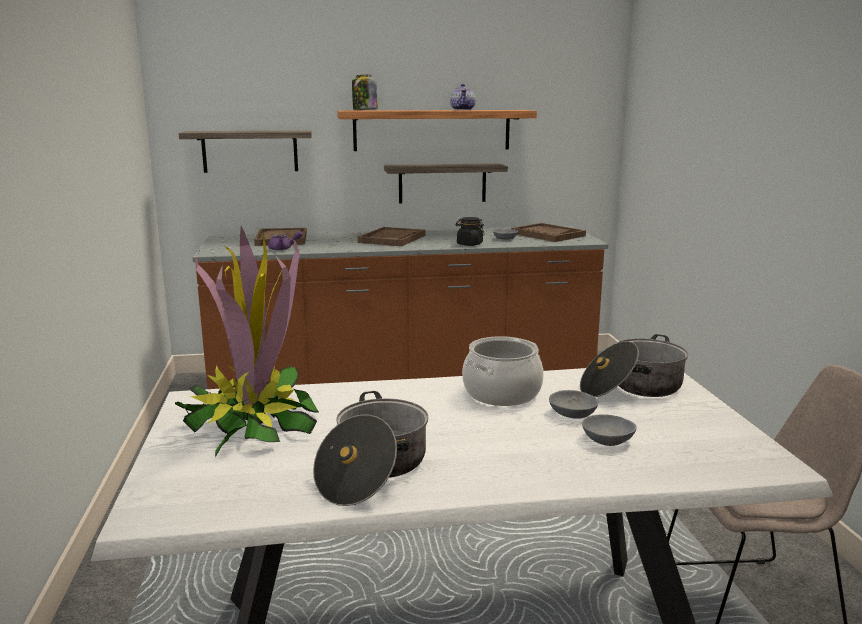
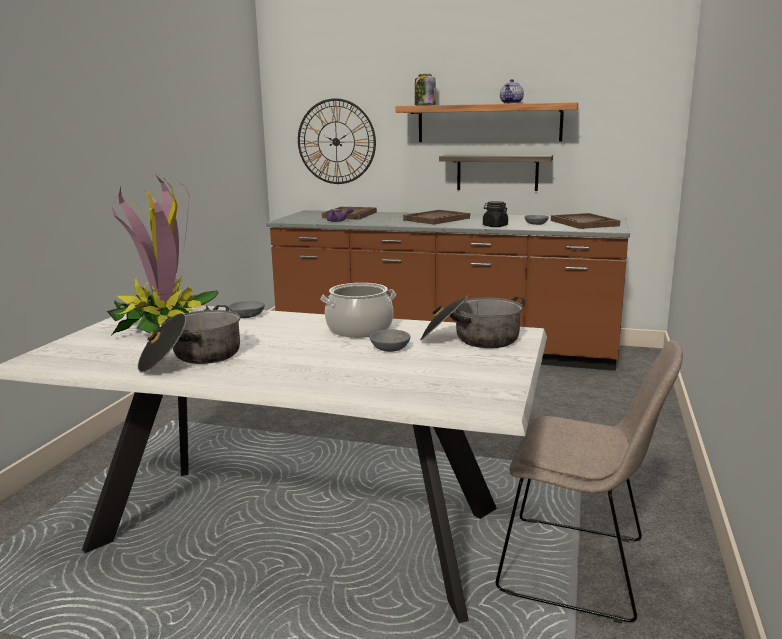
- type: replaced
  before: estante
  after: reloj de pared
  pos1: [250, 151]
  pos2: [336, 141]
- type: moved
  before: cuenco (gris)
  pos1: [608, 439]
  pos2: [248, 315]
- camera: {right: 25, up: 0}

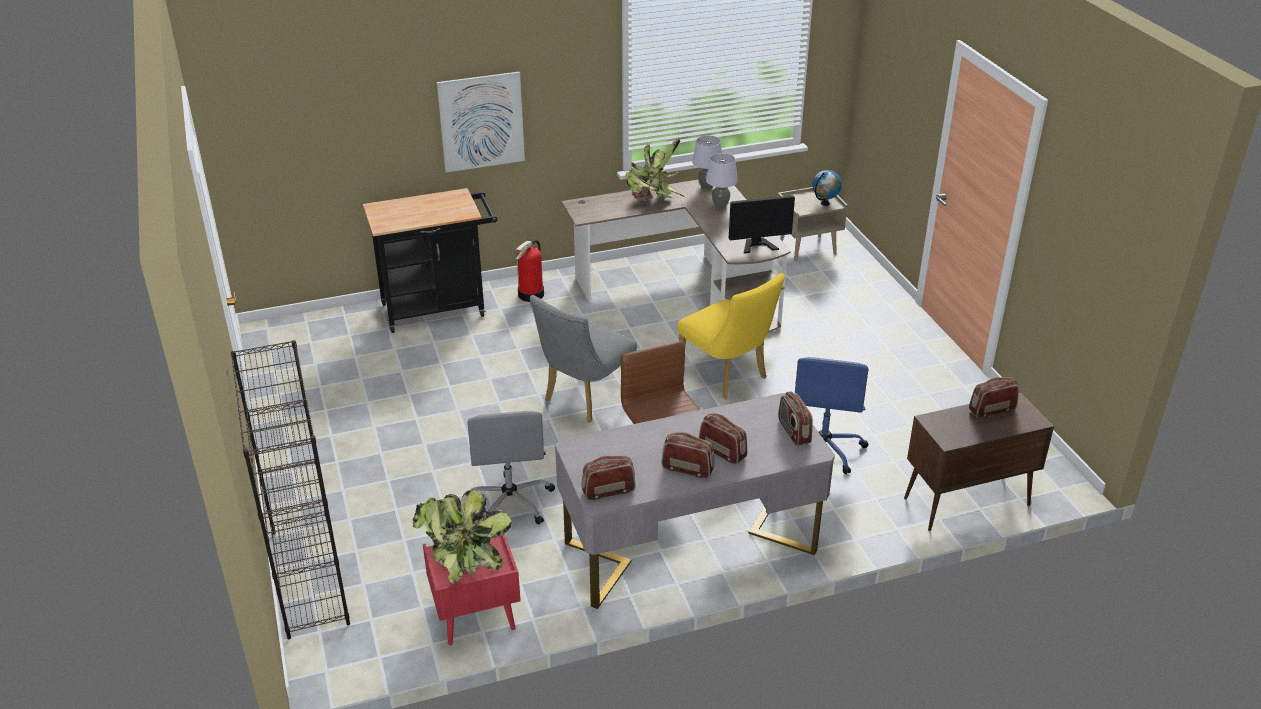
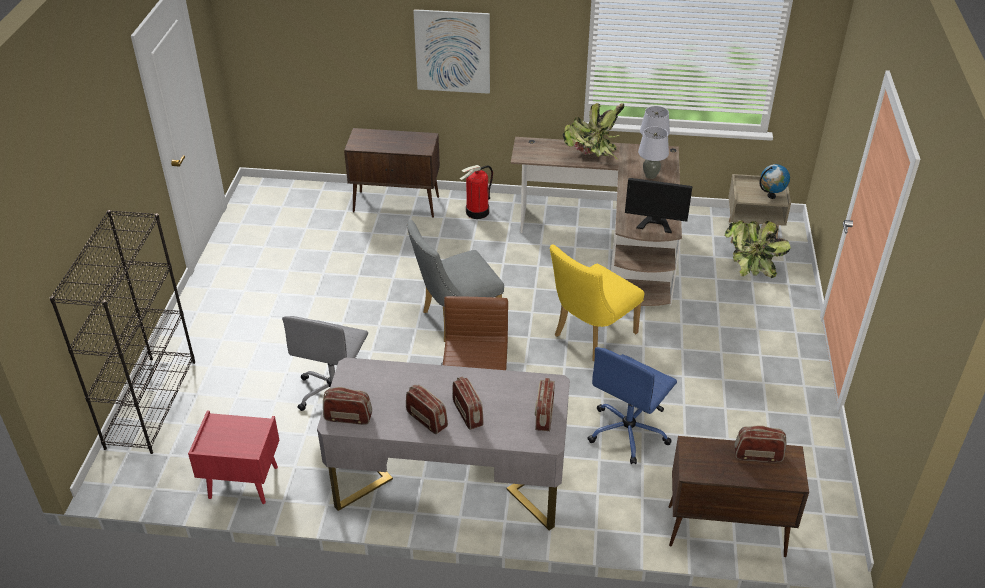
- type: replaced
  before: carrito (negro)
  after: armario (marrón)
  pos1: [440, 308]
  pos2: [397, 204]
- type: moved
  before: planta en maceta
  pos1: [462, 560]
  pos2: [749, 266]
- type: turned
  before: silla (amarillo)
  pos1: [727, 377]
  pos2: [590, 337]
  turn: 60
- camera: {right: 25, up: 5}

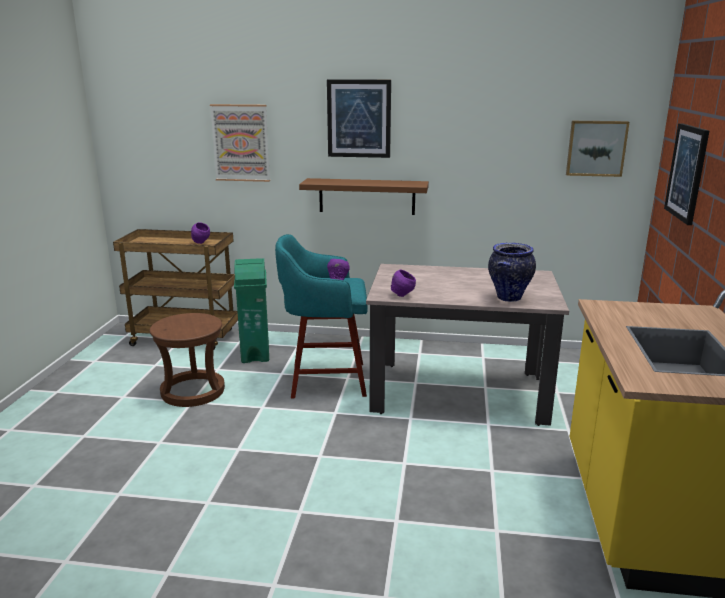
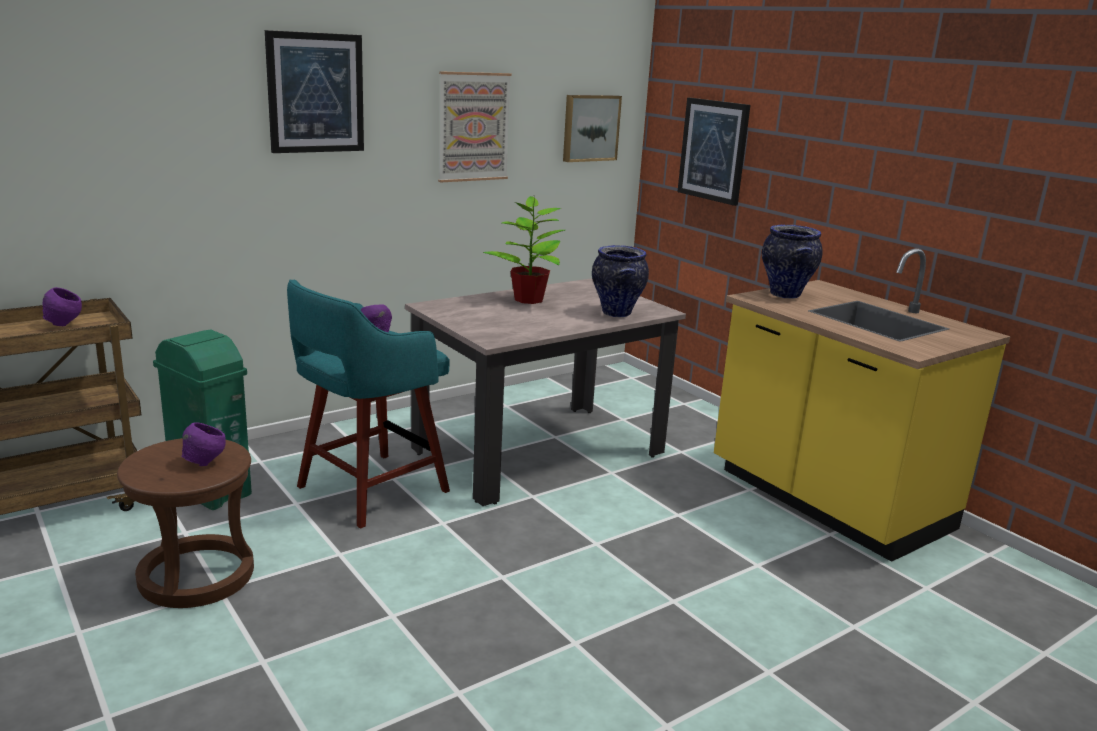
- type: moved
  before: cuadro
  pos1: [241, 143]
  pos2: [473, 127]
- type: removed
  before: estante (marrón)
  pos1: [366, 196]
- type: moved
  before: cuenco (morado)
  pos1: [402, 295]
  pos2: [204, 463]
- type: added
  after: planta en maceta
  pos2: [528, 300]
- type: added
  after: florero
  pos2: [785, 295]
- camera: {right: -45, up: 0}

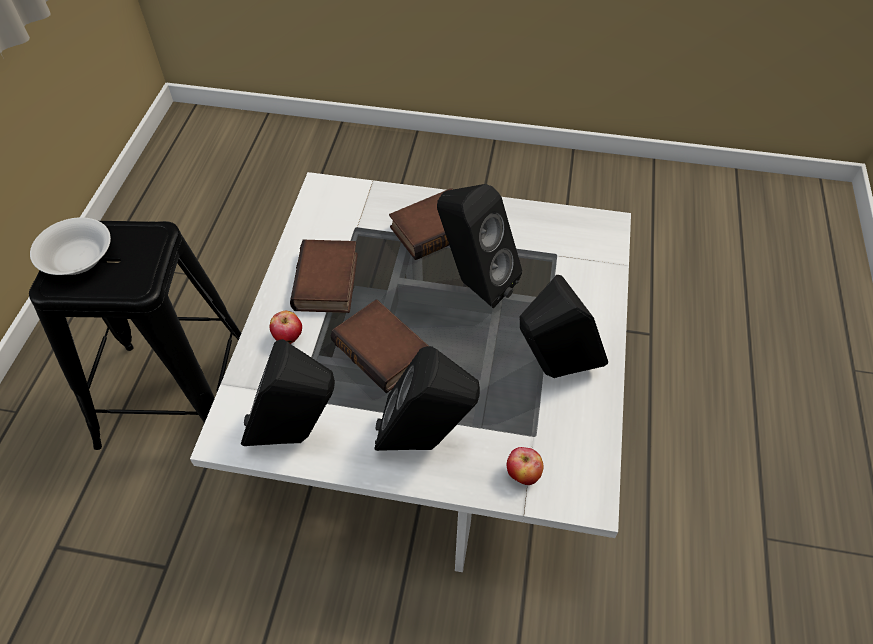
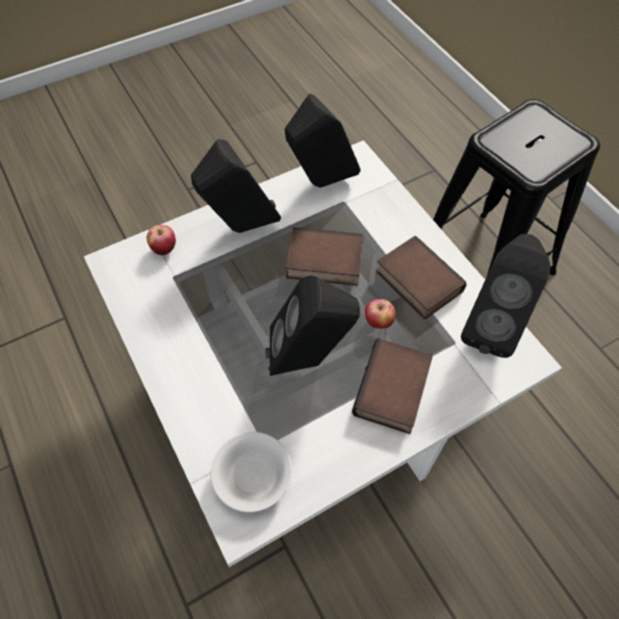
- type: moved
  before: cuenco (blanco)
  pos1: [77, 260]
  pos2: [253, 476]
- type: moved
  before: manzana
  pos1: [289, 338]
  pos2: [378, 323]
- type: moved
  before: altavoz (negro)
  pos1: [553, 371]
  pos2: [491, 325]
- camera: {right: 140, up: 5}

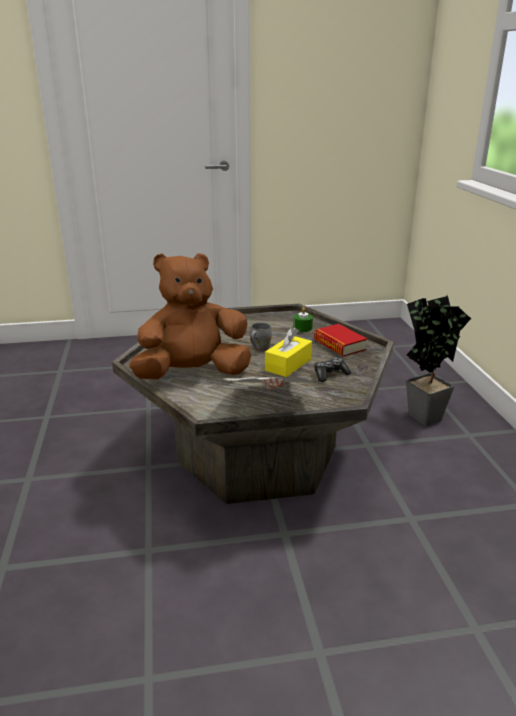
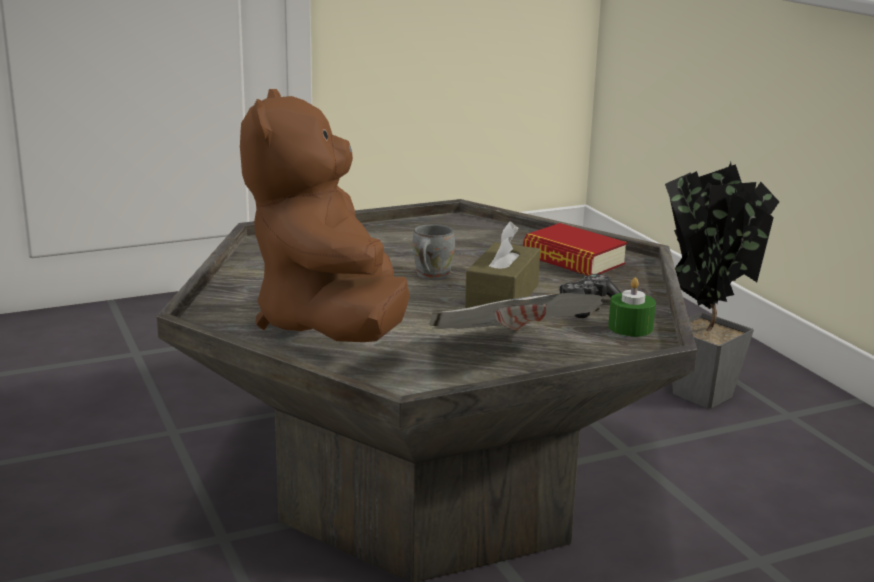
- type: turned
  before: peluche (marrón)
  pos1: [193, 374]
  pos2: [330, 326]
  turn: -60
- type: recoloured
  before: caja de pañuelos (amarillo)
  after: caja de pañuelos (marrón)
  pos1: [288, 365]
  pos2: [502, 297]
- type: moved
  before: vela (verde)
  pos1: [302, 328]
  pos2: [630, 327]
- camera: {right: -15, up: -5}

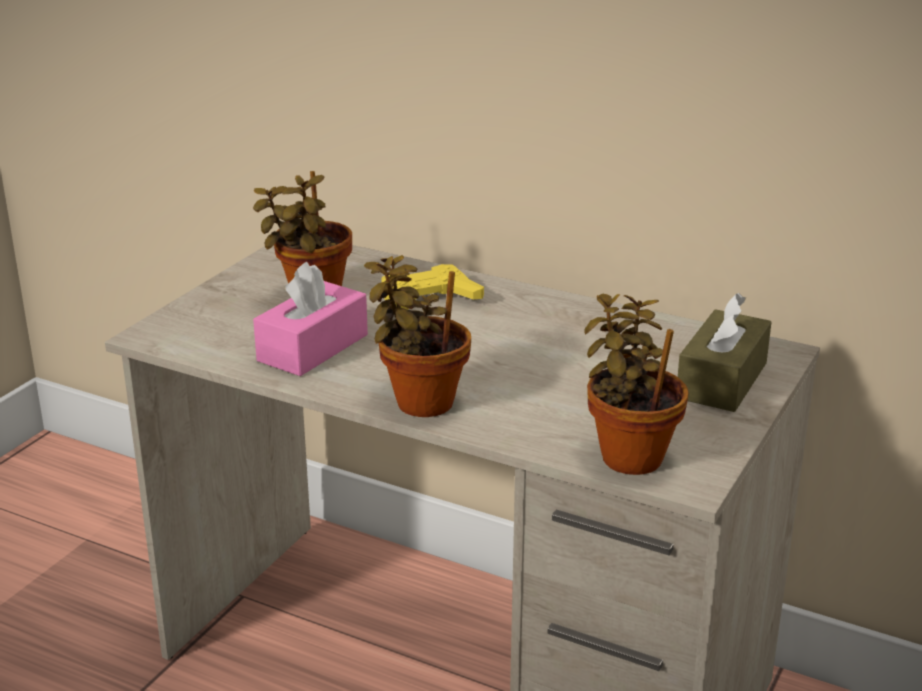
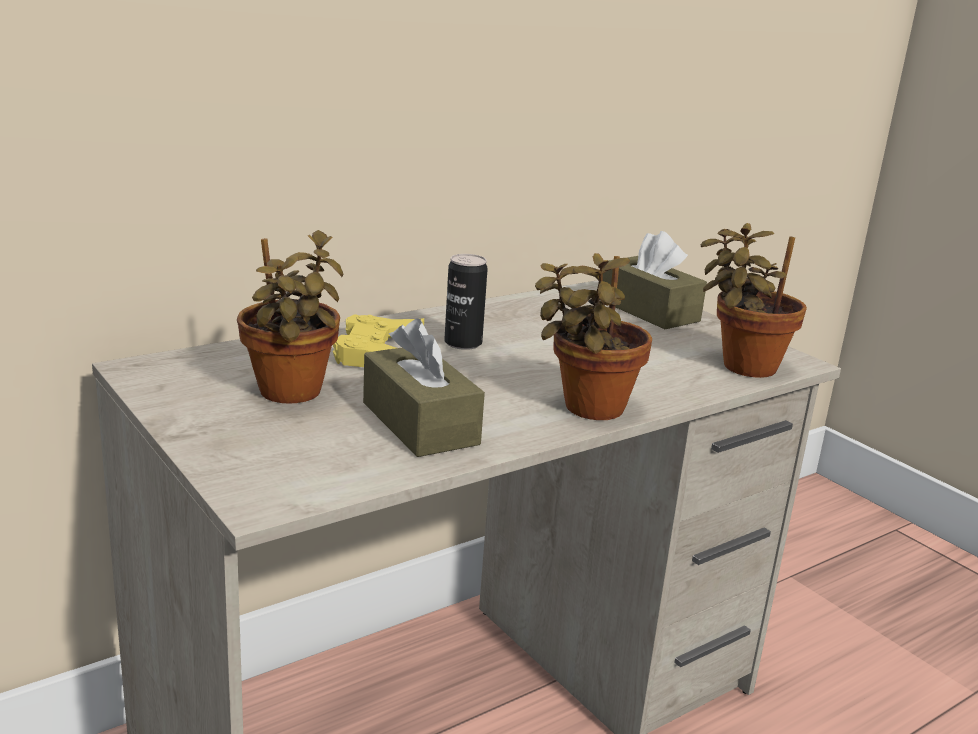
- type: recoloured
  before: caja de pañuelos (rosa)
  after: caja de pañuelos (marrón)
  pos1: [313, 348]
  pos2: [420, 423]
- type: added
  after: lata
  pos2: [463, 343]
- camera: {right: -65, up: -5}

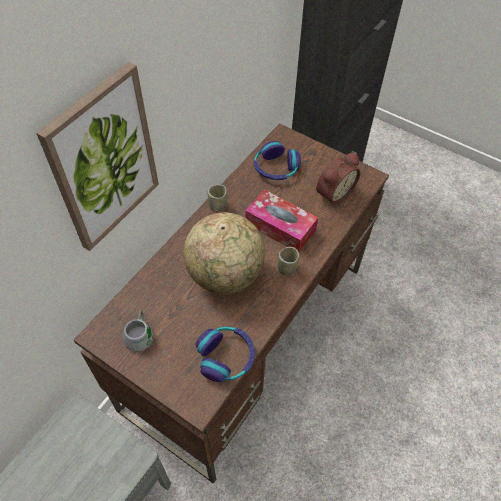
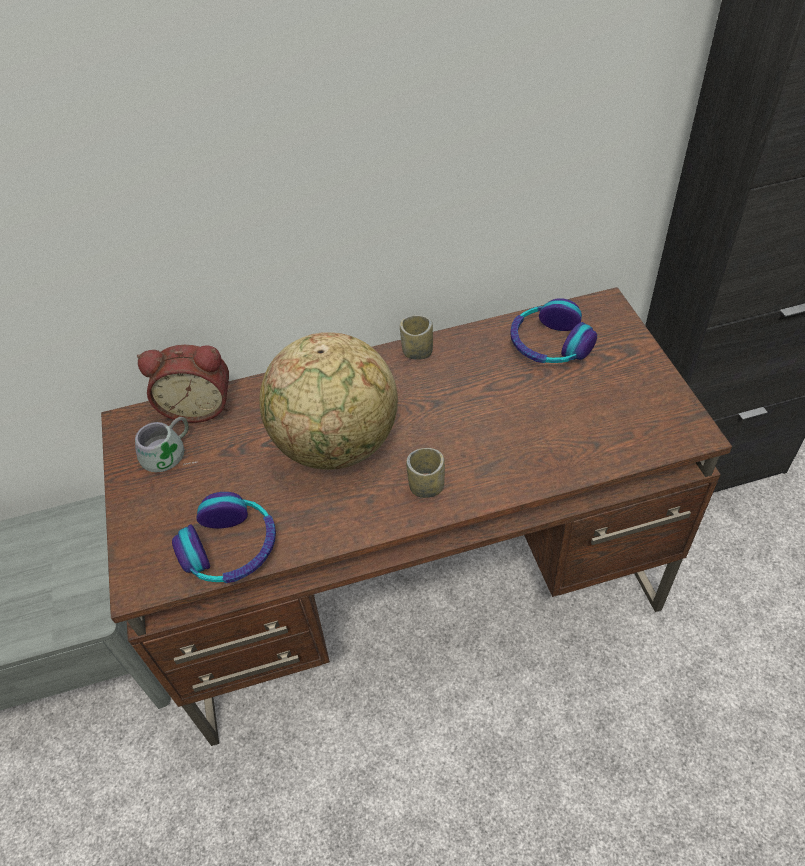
- type: removed
  before: cuadro
  pos1: [103, 160]
- type: removed
  before: caja de pañuelos
  pos1: [280, 227]
- type: moved
  before: despertador
  pos1: [333, 193]
  pos2: [199, 406]
- camera: {right: 45, up: -5}

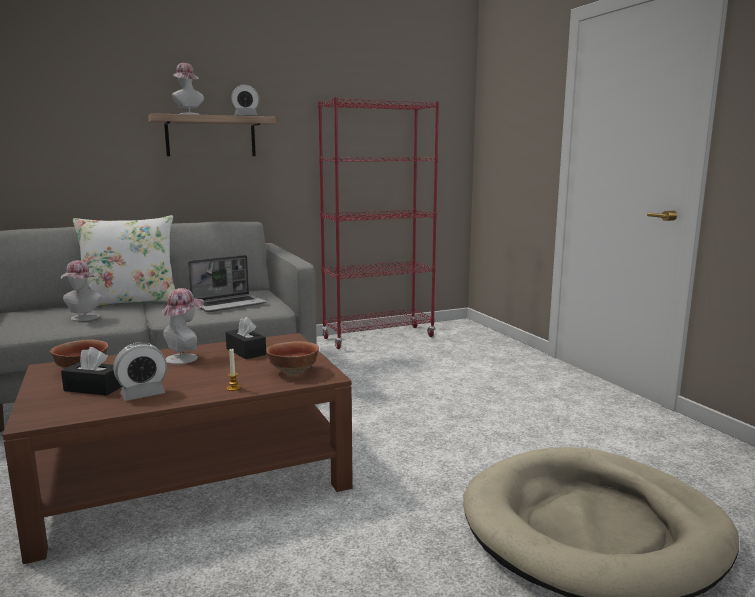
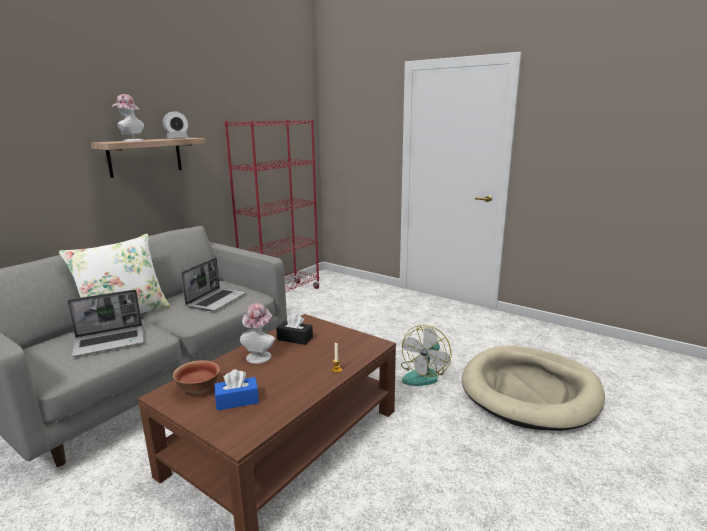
- type: replaced
  before: sombrero
  after: portátil
  pos1: [83, 318]
  pos2: [111, 341]
- type: recoloured
  before: caja de pañuelos (negro)
  after: caja de pañuelos (azul)
  pos1: [94, 388]
  pos2: [237, 400]
- type: removed
  before: despertador
  pos1: [143, 394]
- type: removed
  before: cuenco
  pos1: [292, 372]
- type: added
  after: ventilador
  pos2: [424, 375]
- camera: {right: -30, up: 5}

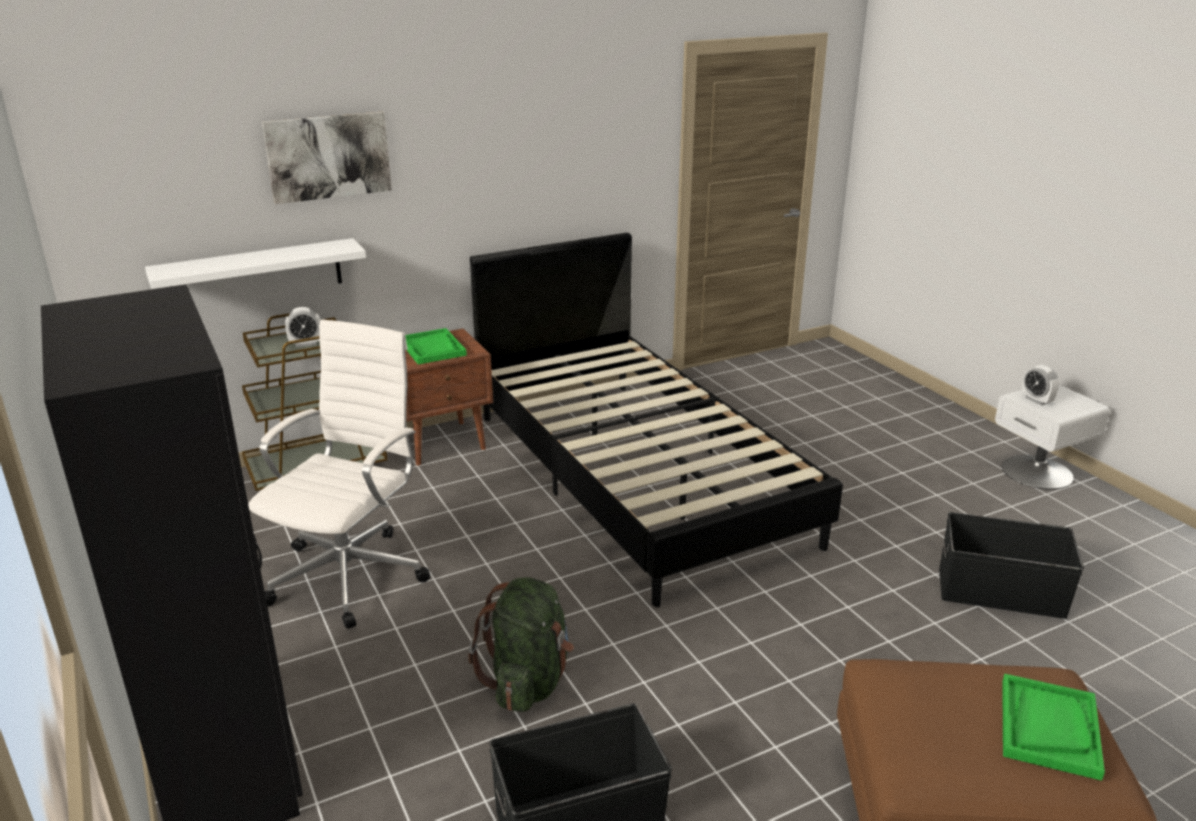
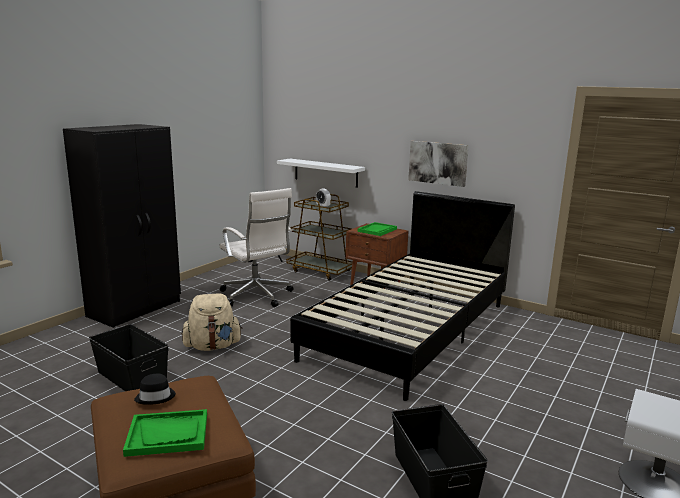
- type: turned
  before: silla de oficina (blanco)
  pos1: [351, 574]
  pos2: [256, 296]
  turn: 60
- type: moved
  before: cuadro
  pos1: [328, 156]
  pos2: [438, 163]
- type: recoloured
  before: mochila (verde)
  after: mochila (beis)
  pos1: [528, 682]
  pos2: [212, 346]
- type: removed
  before: despertador
  pos1: [1036, 400]
- type: added
  after: sombrero (negro)
  pos2: [155, 396]
- camera: {right: 60, up: -10}

